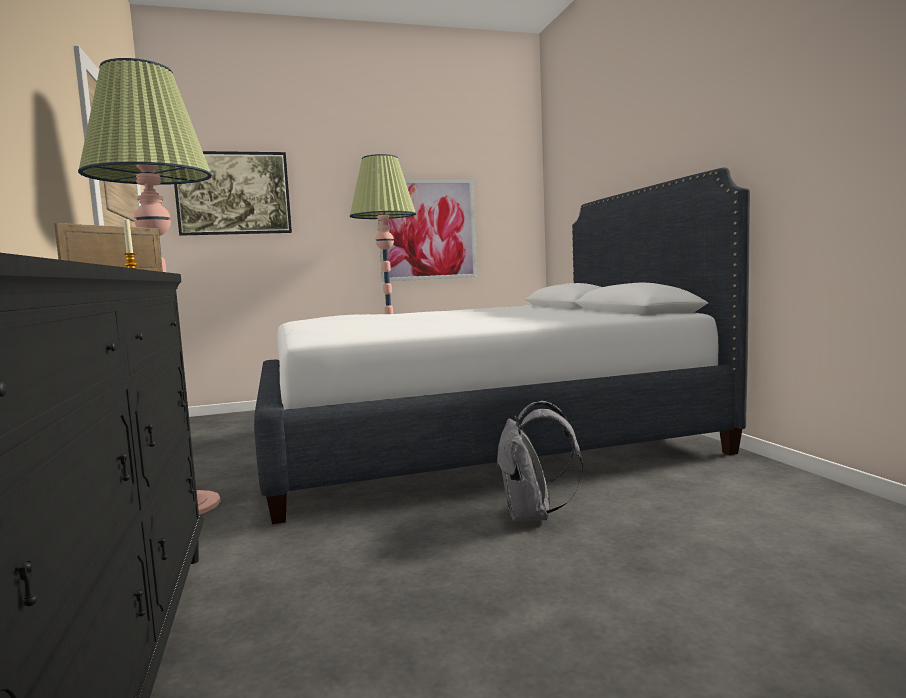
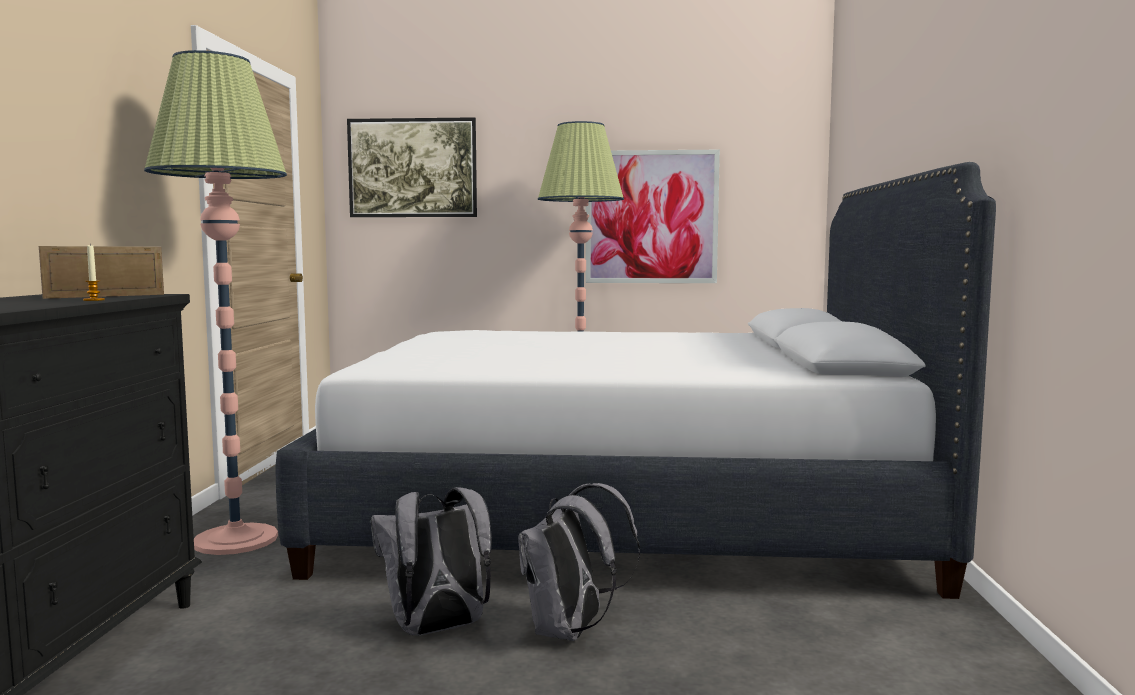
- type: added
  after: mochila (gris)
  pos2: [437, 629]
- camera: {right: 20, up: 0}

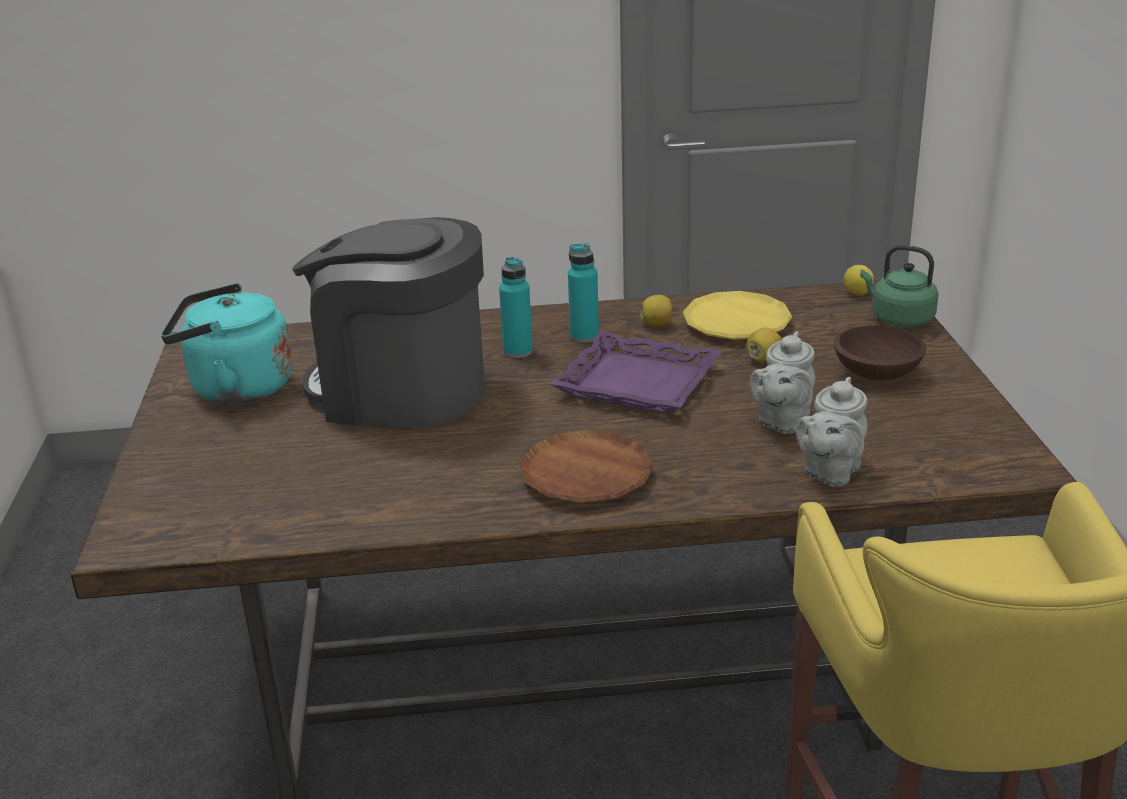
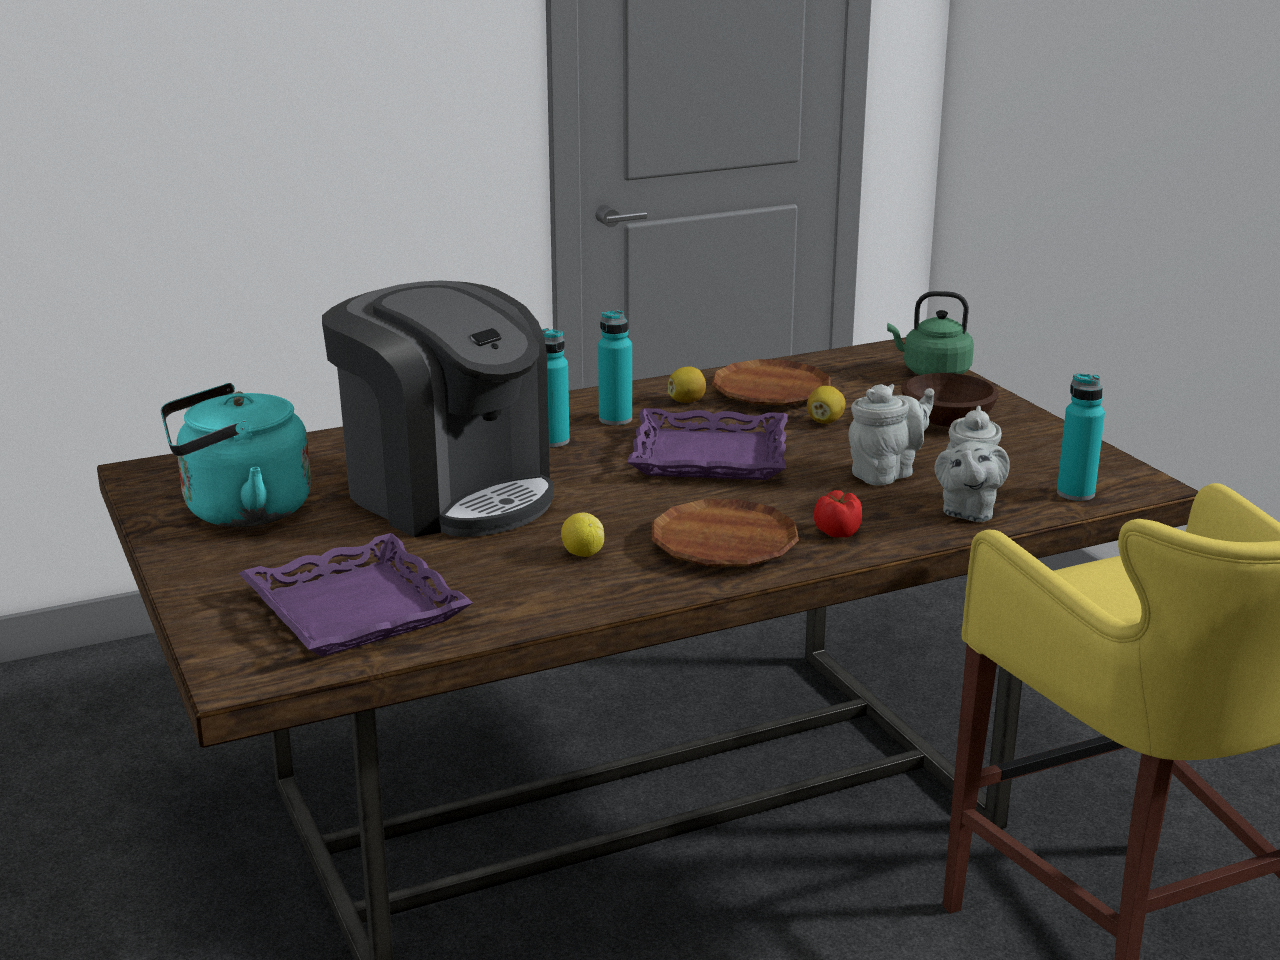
- type: turned
  before: cafetera
  pos1: [401, 391]
  pos2: [448, 492]
  turn: -135
- type: recoloured
  before: plato (amarillo)
  after: plato (marrón)
  pos1: [736, 323]
  pos2: [771, 392]
- type: turned
  before: tetera (gris)
  pos1: [781, 421]
  pos2: [886, 473]
  turn: -135
- type: moved
  before: limón
  pos1: [857, 293]
  pos2: [582, 554]
- type: added
  after: bandeja (morado)
  pos2: [357, 609]
- type: added
  after: tomate
  pos2: [838, 532]
- type: added
  after: botella (turquesa)
  pos2: [1075, 493]
- camera: {right: -20, up: -5}

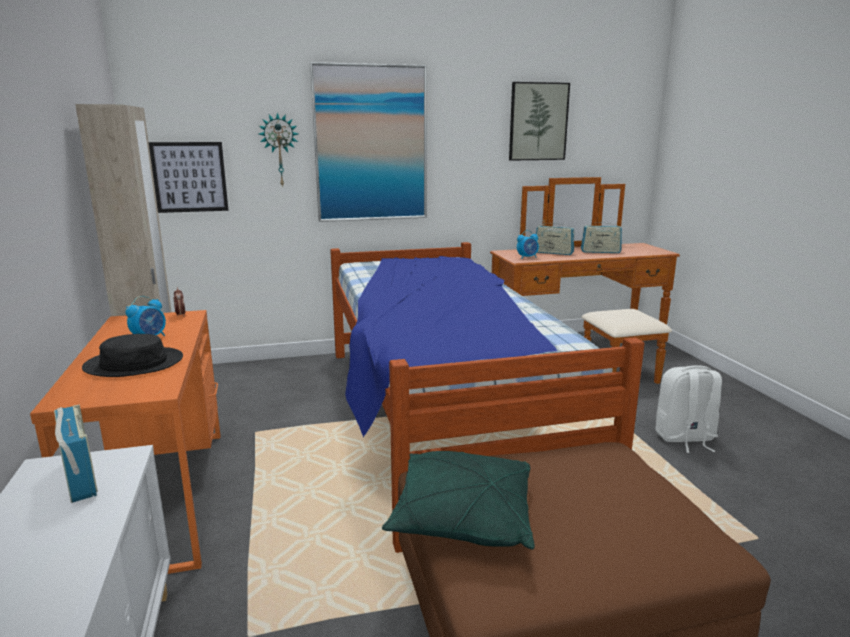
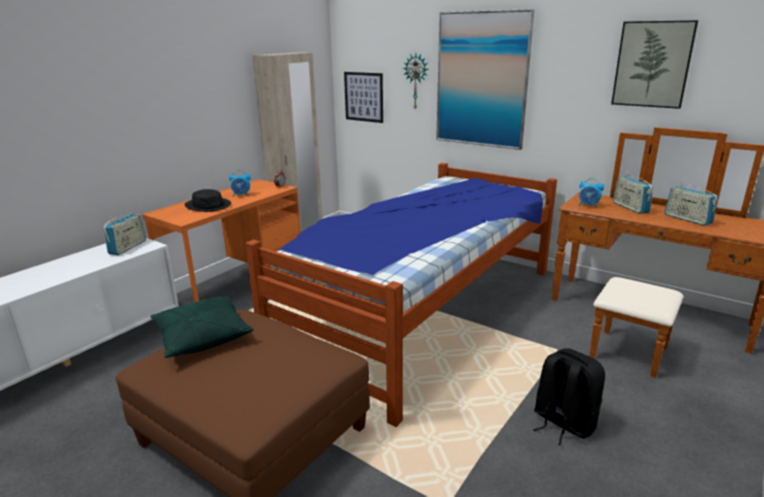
- type: recoloured
  before: mochila (blanco)
  after: mochila (negro)
  pos1: [684, 438]
  pos2: [563, 423]
- camera: {right: 50, up: 5}

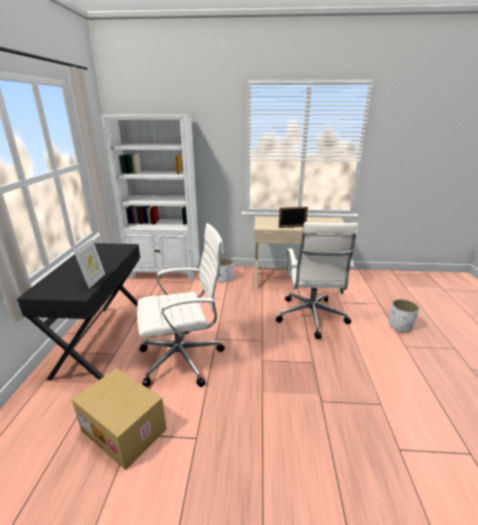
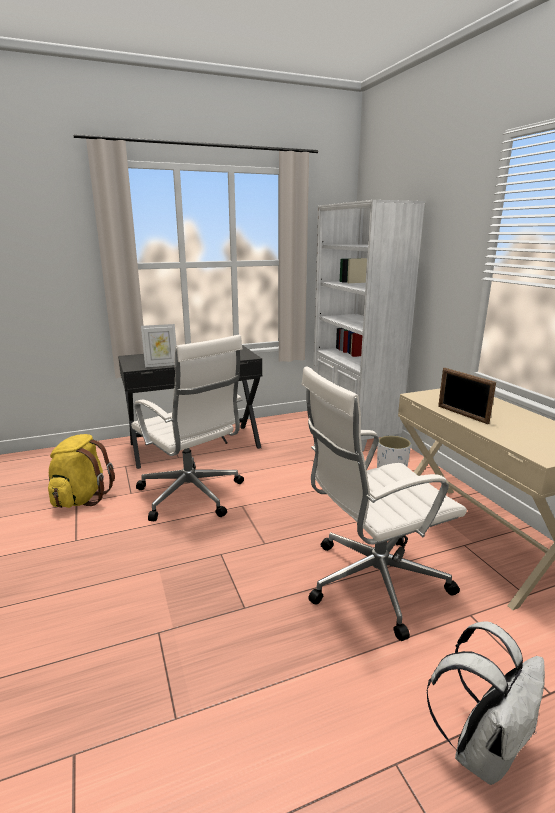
- type: replaced
  before: caja de cartón
  after: mochila (amarillo)
  pos1: [125, 429]
  pos2: [81, 498]
- type: replaced
  before: maceta (blanco)
  after: mochila (blanco)
  pos1: [399, 326]
  pos2: [481, 748]
- camera: {right: 65, up: -5}

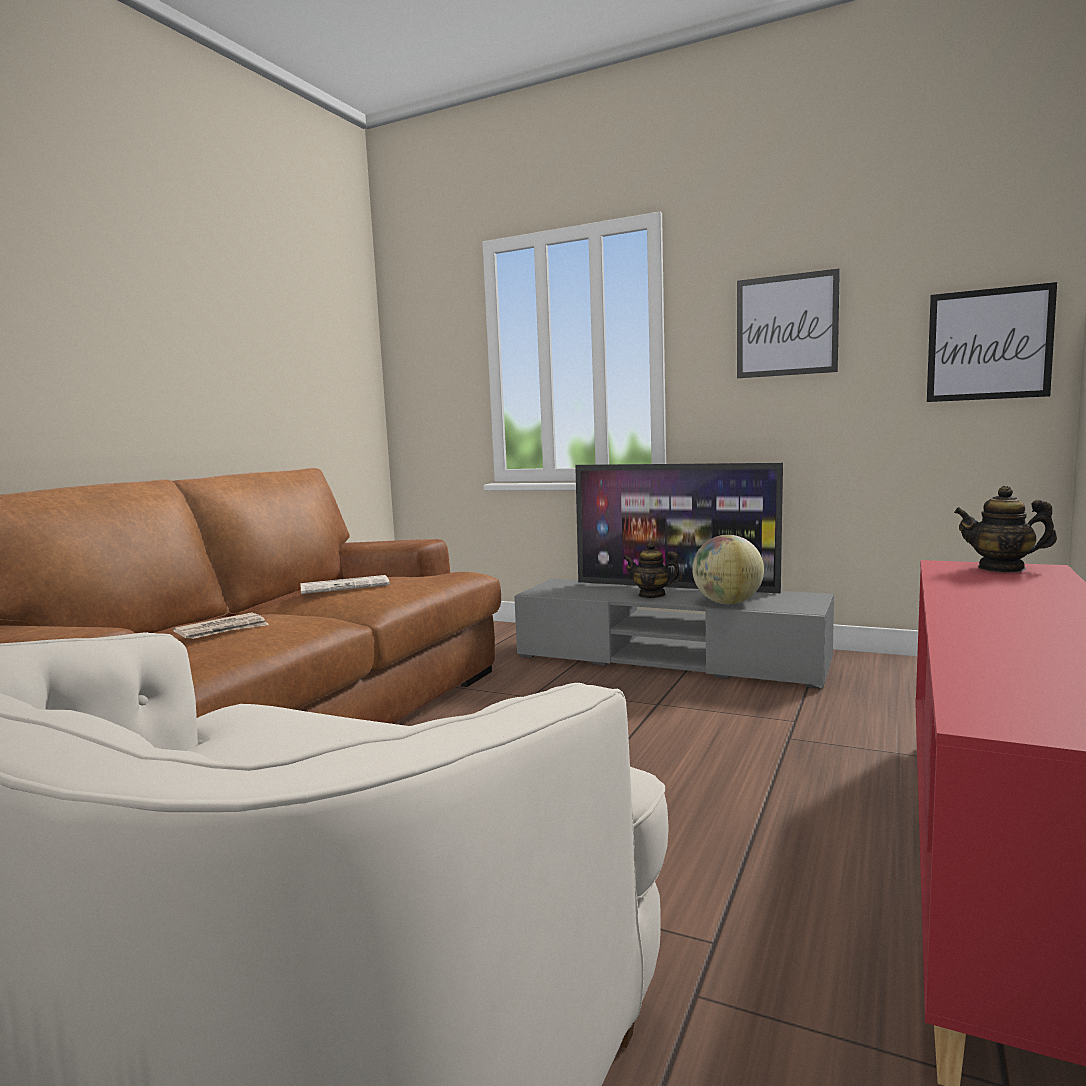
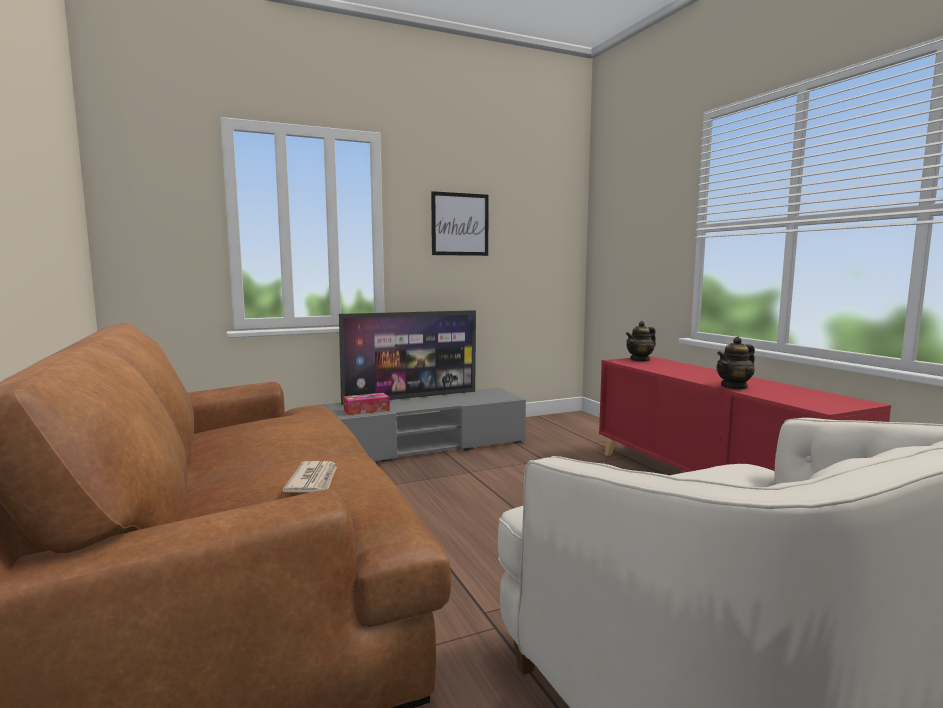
- type: removed
  before: periódico
  pos1: [346, 586]
- type: moved
  before: tetera
  pos1: [652, 595]
  pos2: [734, 387]
- type: removed
  before: globo terráqueo
  pos1: [727, 603]
- type: removed
  before: cuadro
  pos1: [988, 344]
- type: added
  after: caja de pañuelos
  pos2: [366, 410]
- camera: {right: -50, up: 0}

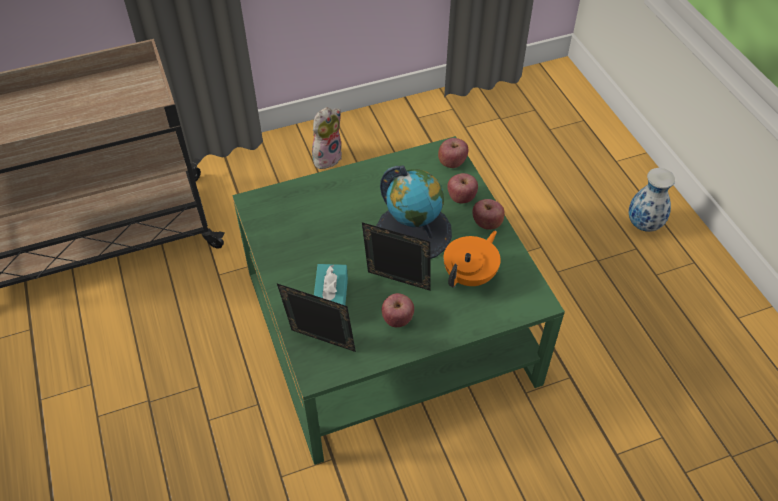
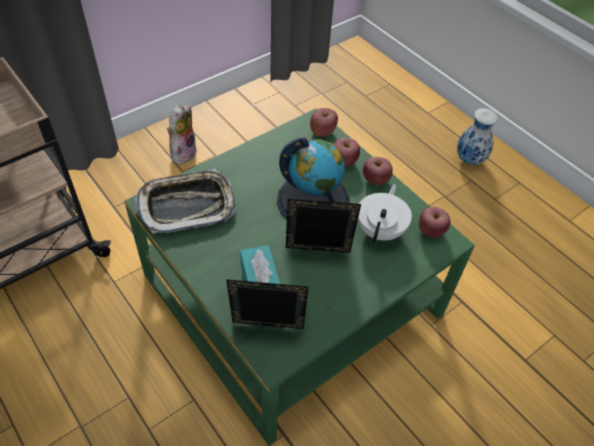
- type: moved
  before: manzana
  pos1: [397, 319]
  pos2: [431, 231]
- type: recoloured
  before: tetera (naranja)
  after: tetera (blanco)
  pos1: [470, 275]
  pos2: [380, 230]
- type: added
  after: bandeja
  pos2: [187, 205]
- camera: {right: -20, up: 0}

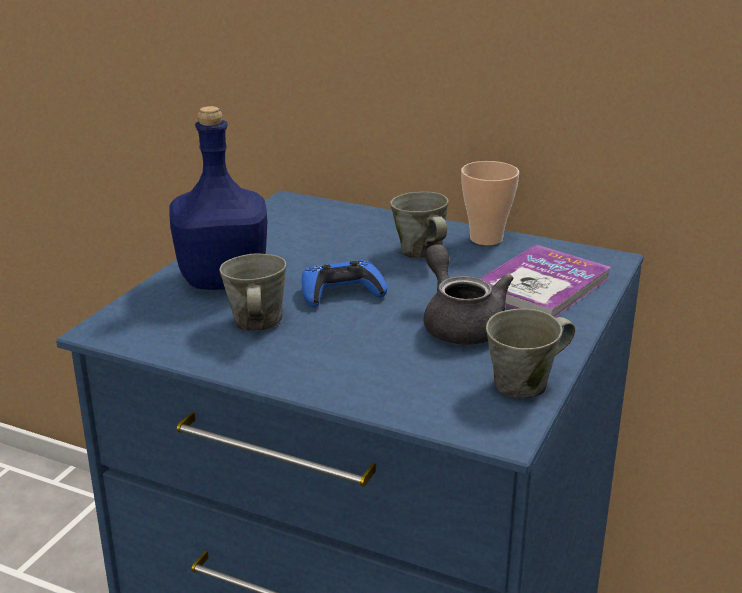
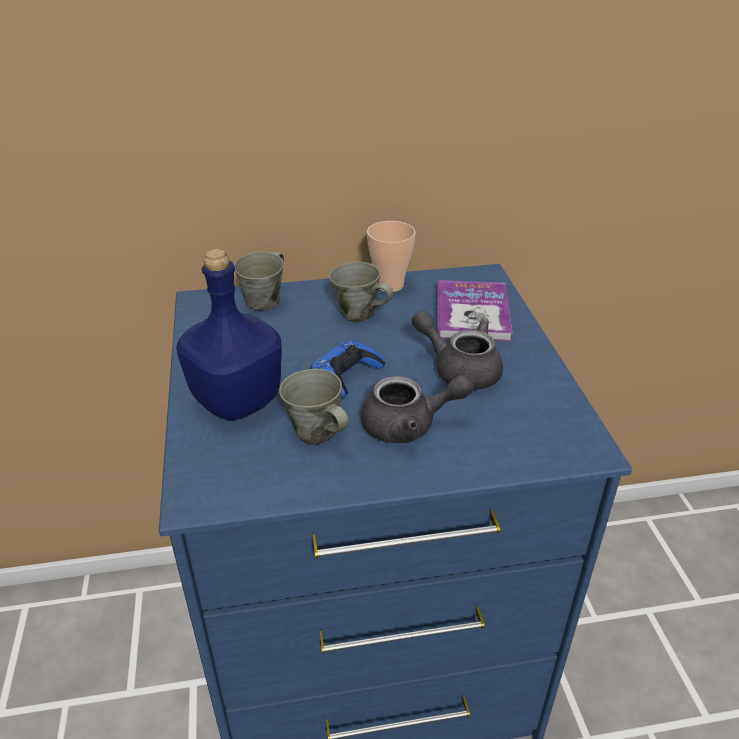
- type: moved
  before: taza grande (gris)
  pos1: [524, 384]
  pos2: [265, 301]
- type: added
  after: tetera (gris)
  pos2: [409, 425]
- camera: {right: -35, up: 10}

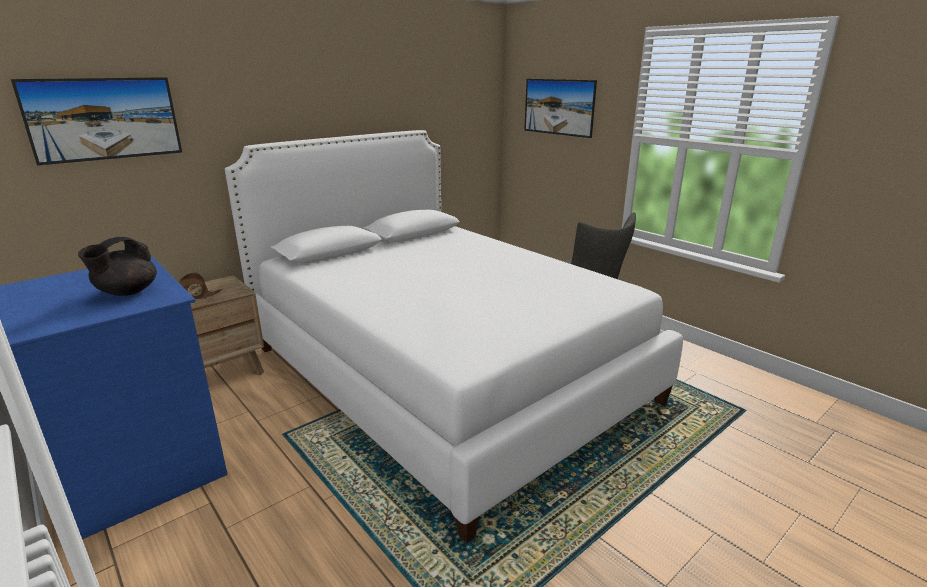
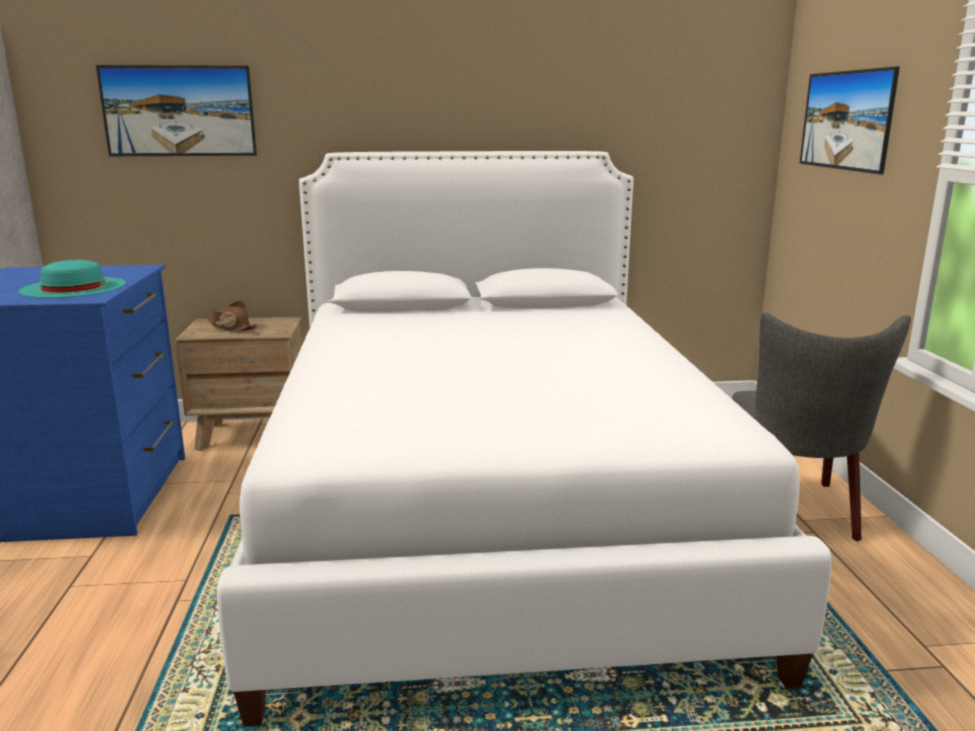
- type: replaced
  before: tetera (negro)
  after: sombrero (turquesa)
  pos1: [127, 292]
  pos2: [74, 287]
- camera: {right: 35, up: -5}

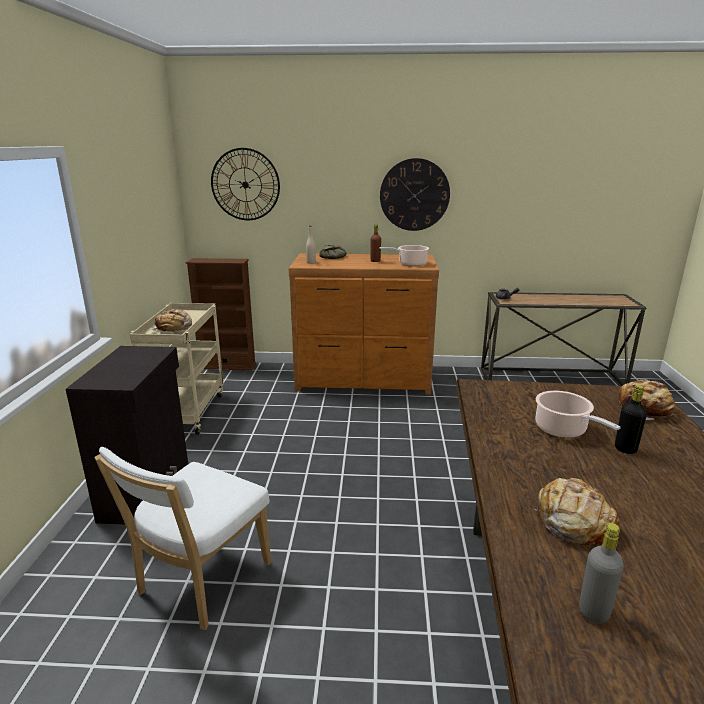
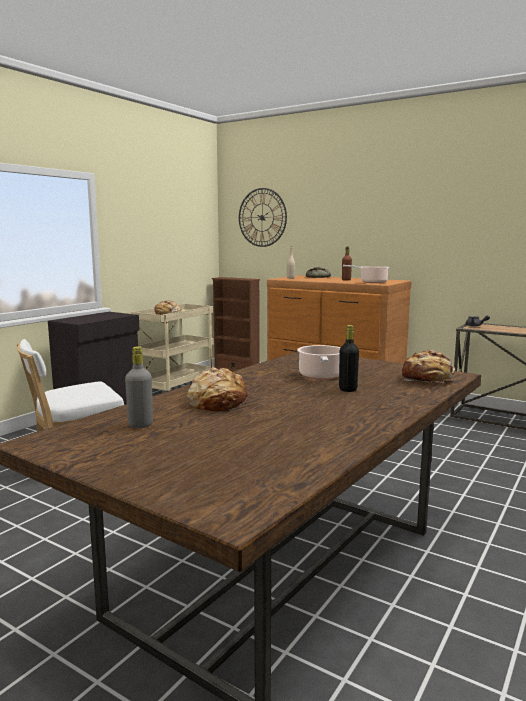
- type: removed
  before: reloj de pared
  pos1: [414, 195]
- camera: {right: 30, up: -10}

